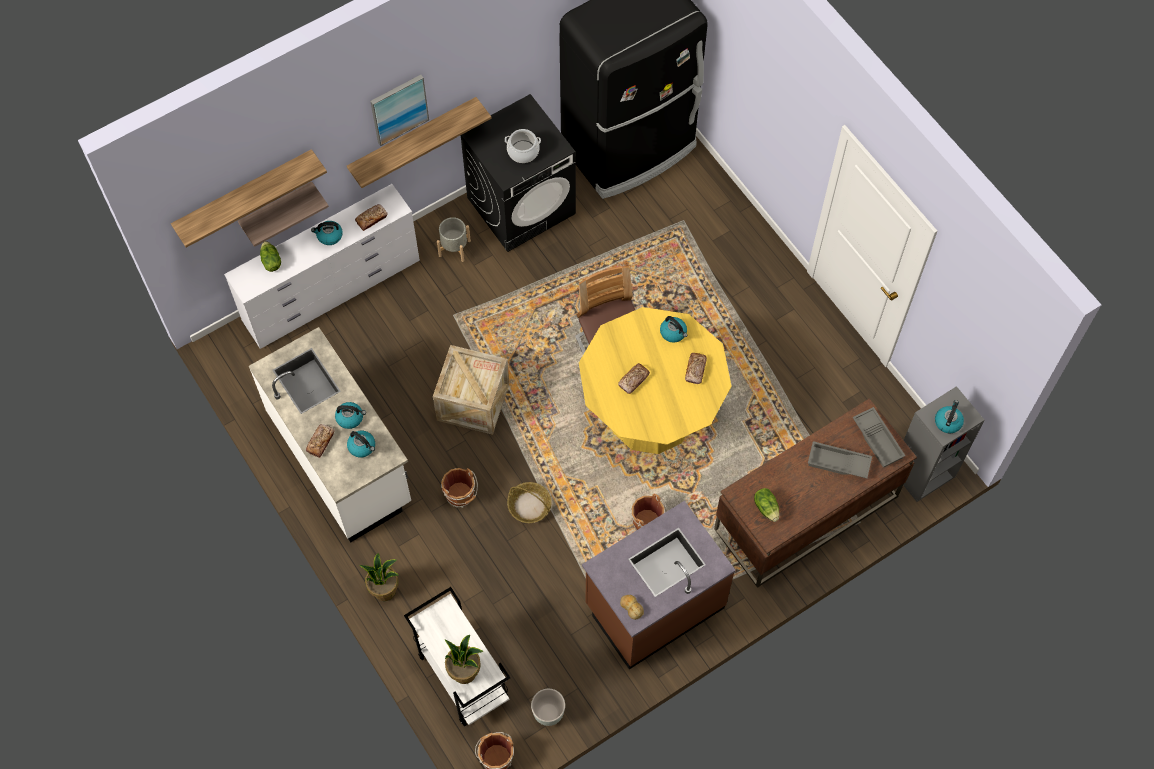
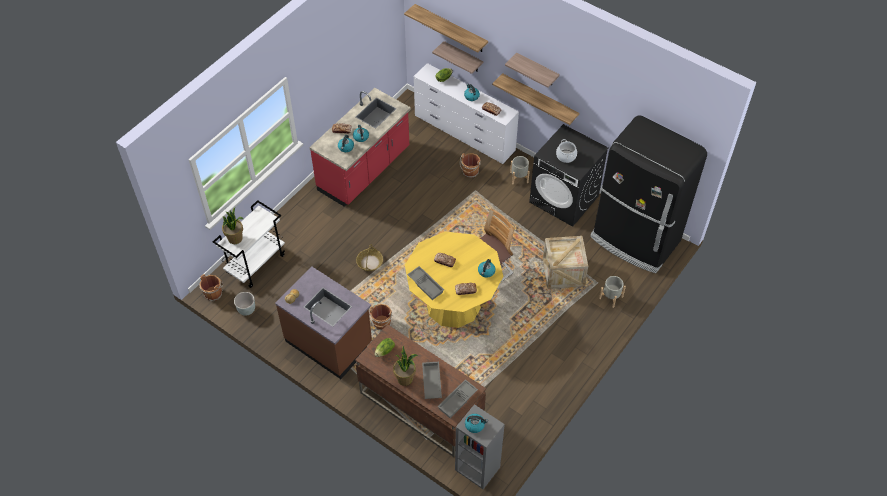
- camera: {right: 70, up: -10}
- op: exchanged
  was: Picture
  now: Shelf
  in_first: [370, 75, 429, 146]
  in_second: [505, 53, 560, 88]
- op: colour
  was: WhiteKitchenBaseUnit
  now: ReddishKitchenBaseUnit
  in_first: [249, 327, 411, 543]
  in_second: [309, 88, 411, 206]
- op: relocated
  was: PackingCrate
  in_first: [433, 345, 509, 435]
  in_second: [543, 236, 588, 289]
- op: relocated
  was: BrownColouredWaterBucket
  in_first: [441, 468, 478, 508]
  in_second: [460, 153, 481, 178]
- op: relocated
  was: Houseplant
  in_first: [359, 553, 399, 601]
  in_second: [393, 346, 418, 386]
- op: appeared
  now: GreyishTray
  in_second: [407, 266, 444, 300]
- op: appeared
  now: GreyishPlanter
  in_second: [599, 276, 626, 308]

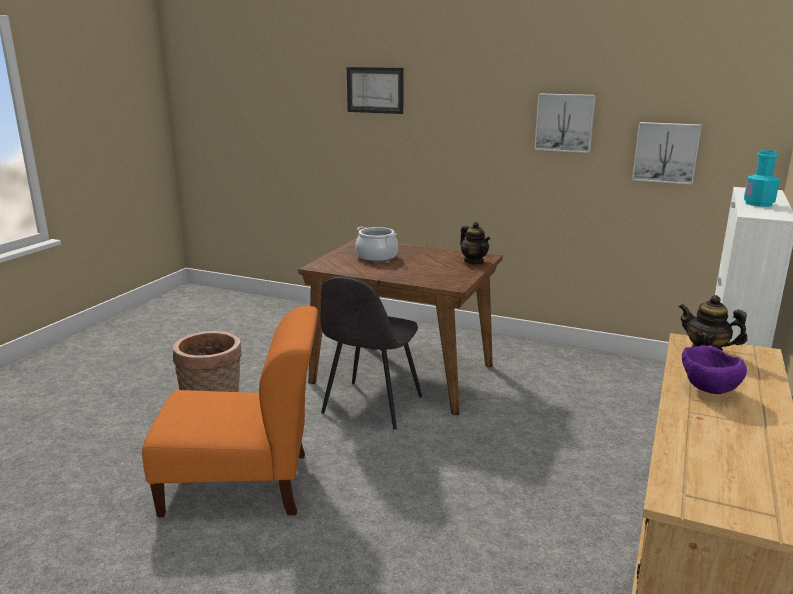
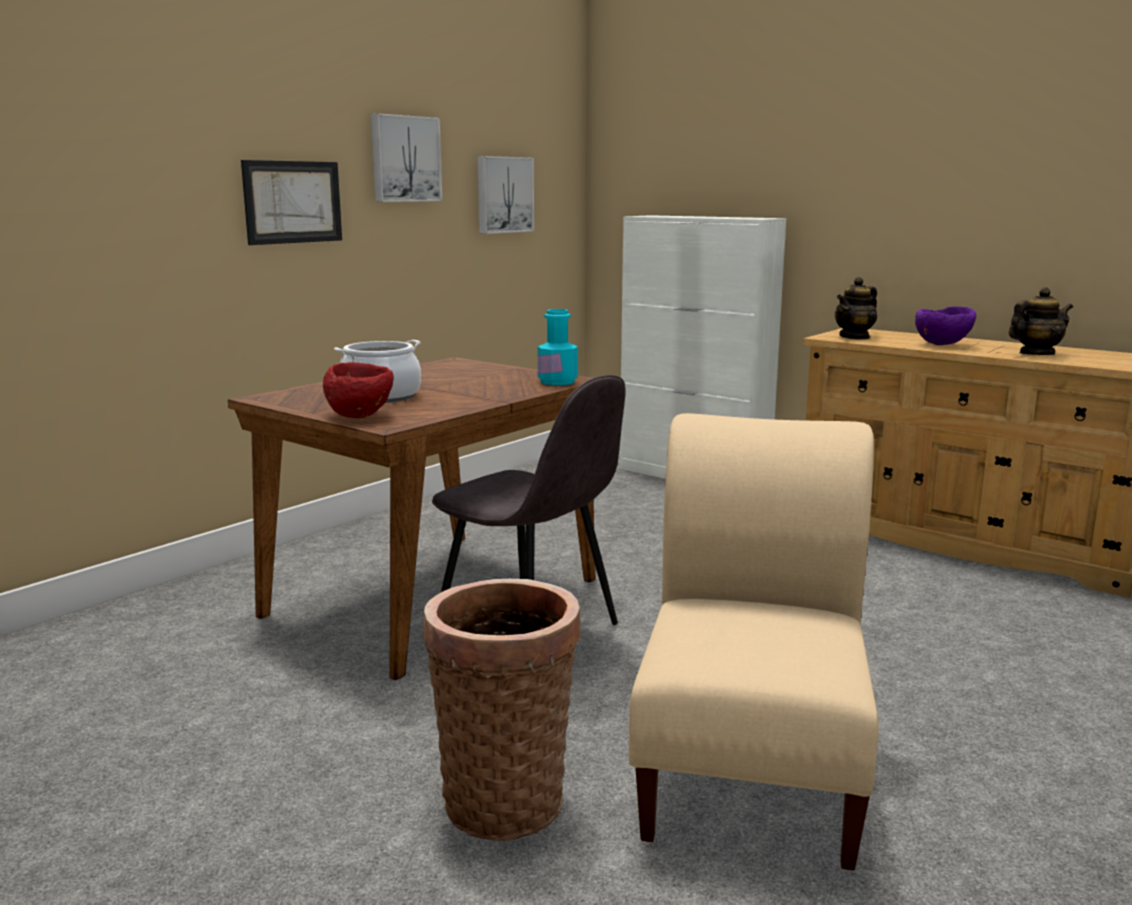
- camera: {right: -75, up: -5}
- op: relocated
  was: Picture
  in_first: [347, 67, 404, 114]
  in_second: [241, 160, 342, 245]
- op: relocated
  was: TurquoiseDrinkBottle
  in_first: [744, 150, 780, 207]
  in_second: [538, 309, 578, 385]
- op: relocated
  was: PotForTea
  in_first: [460, 222, 490, 264]
  in_second: [1009, 287, 1073, 355]
- op: colour
  was: OrangeUprightChair
  now: BeigeUprightChair
  in_first: [142, 306, 318, 517]
  in_second: [629, 413, 879, 871]
- op: appeared
  now: ReddishDeepDish
  in_second: [323, 362, 394, 418]

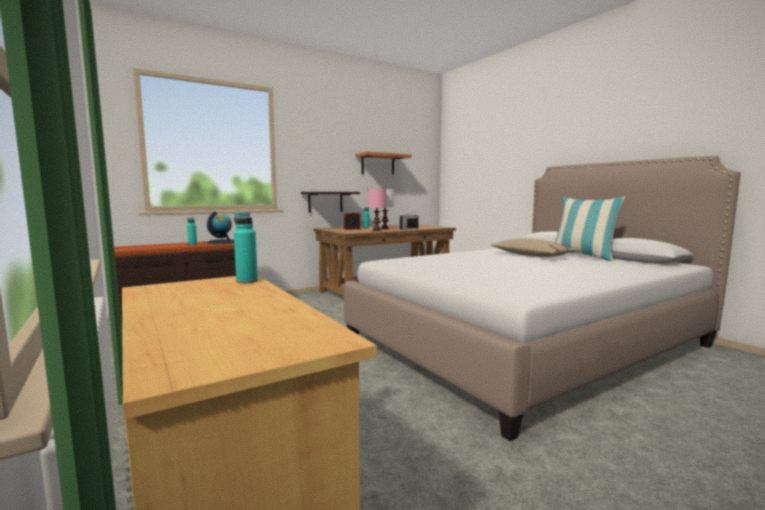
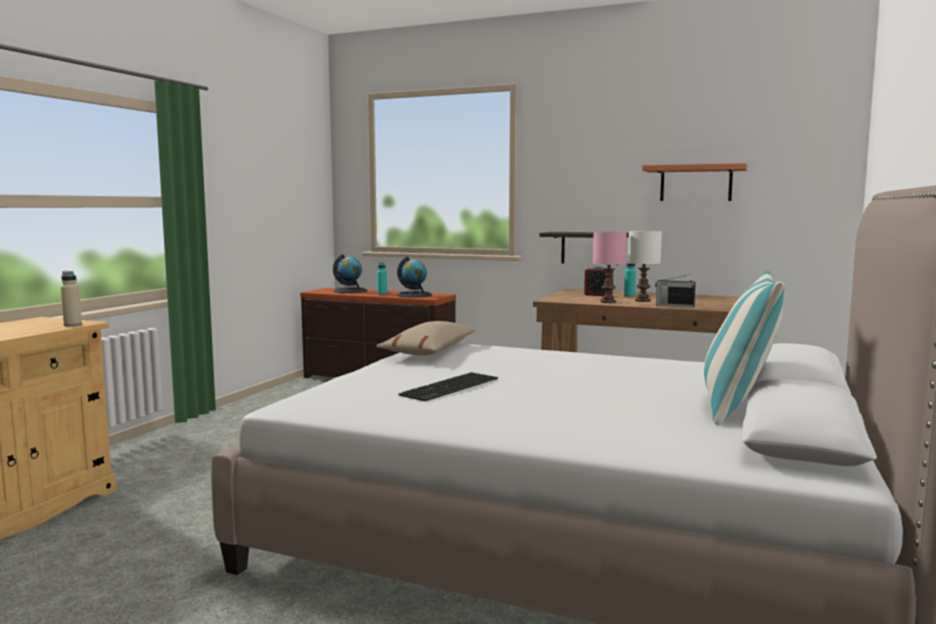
- camera: {right: 55, up: 0}
- op: colour
  was: TurquoiseDrinkBottle
  now: BeigeDrinkBottle
  in_first: [234, 212, 258, 283]
  in_second: [61, 271, 82, 326]
- op: relocated
  was: BeigeThrowPillow
  in_first: [490, 238, 575, 257]
  in_second: [376, 321, 476, 356]
- op: appeared
  now: WorldGlobe
  in_second: [333, 254, 367, 293]
- op: appeared
  now: ComputerKeyboard
  in_second: [398, 372, 498, 401]

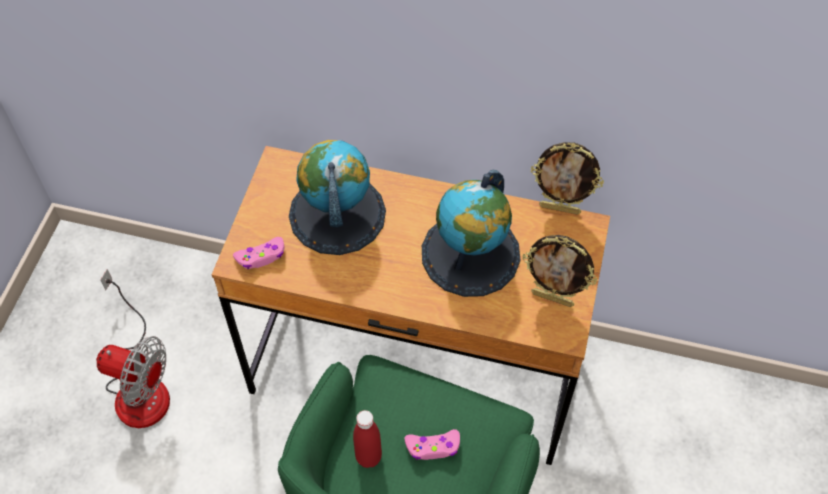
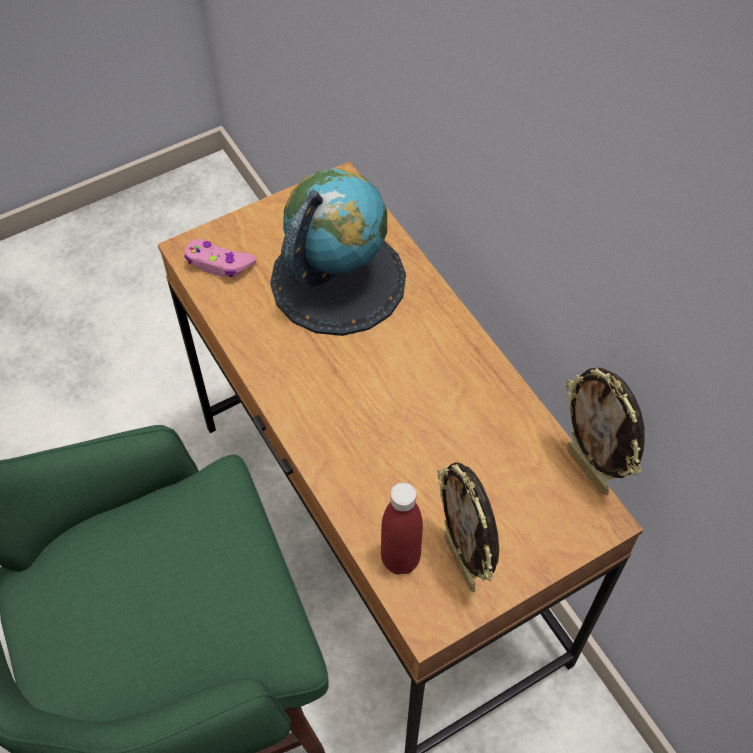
- camera: {right: 45, up: 0}
- op: missing
  was: WorldGlobe
  in_first: [422, 170, 520, 297]
- op: missing
  was: CoolingFan
  in_first: [96, 269, 170, 428]
- op: relocated
  was: ReddishDrinkBottle
  in_first: [353, 410, 382, 468]
  in_second: [381, 482, 423, 574]
- op: missing
  was: PinkishGamepad
  in_first: [405, 429, 460, 460]

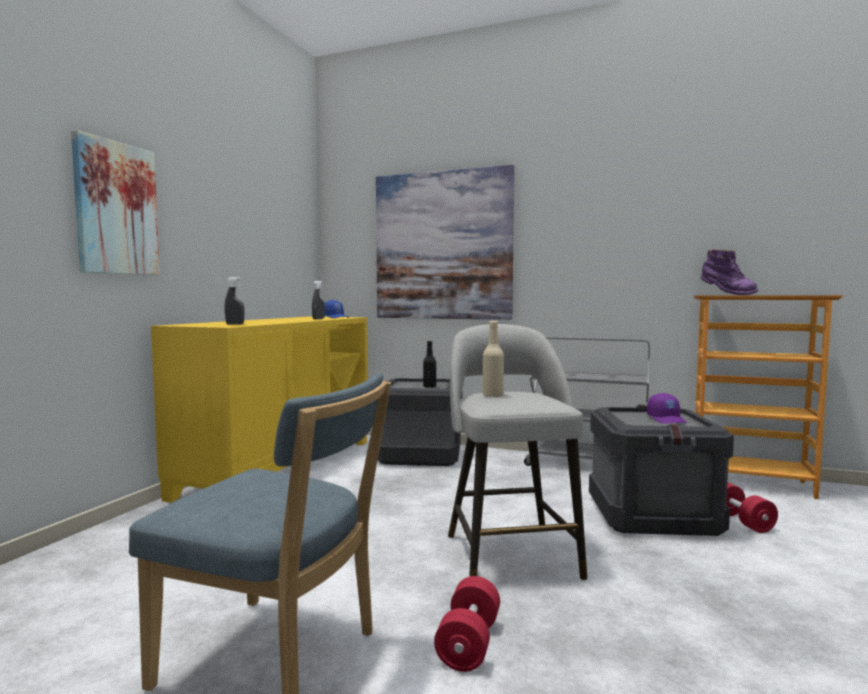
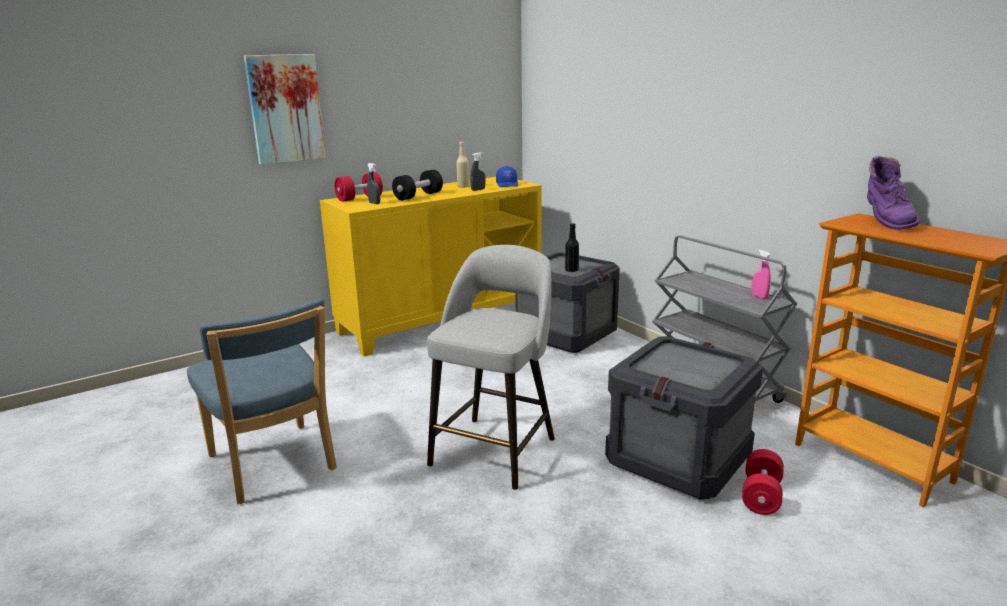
- camera: {right: 35, up: 15}
- op: missing
  was: Picture
  in_first: [376, 164, 514, 320]
- op: relocated
  was: BeigeDrinkBottle
  in_first: [483, 321, 504, 397]
  in_second: [456, 141, 470, 187]
- op: missing
  was: PurplishPeakedCap
  in_first: [647, 393, 687, 424]
- op: relocated
  was: ReddishHandWeight
  in_first: [434, 576, 500, 672]
  in_second: [334, 172, 383, 202]
- op: appeared
  now: BlackishHandWeight
  in_second: [392, 170, 443, 200]
- op: appeared
  now: PinkishSprayer
  in_second: [751, 249, 771, 299]

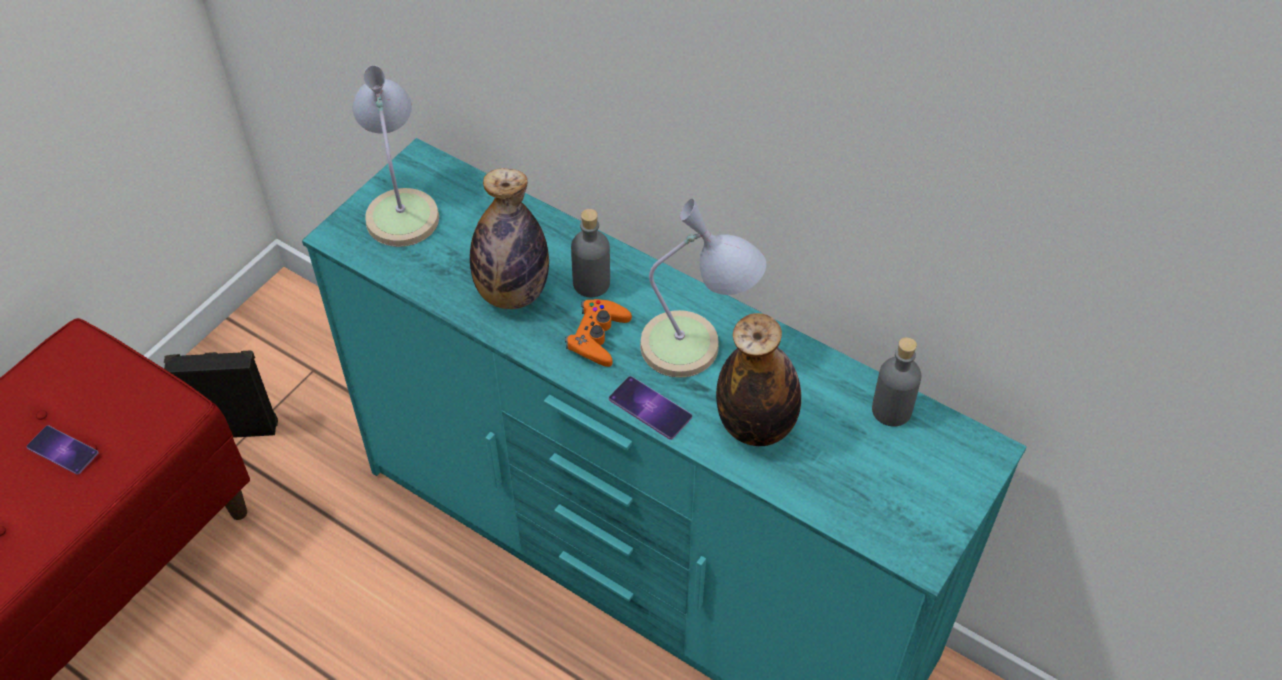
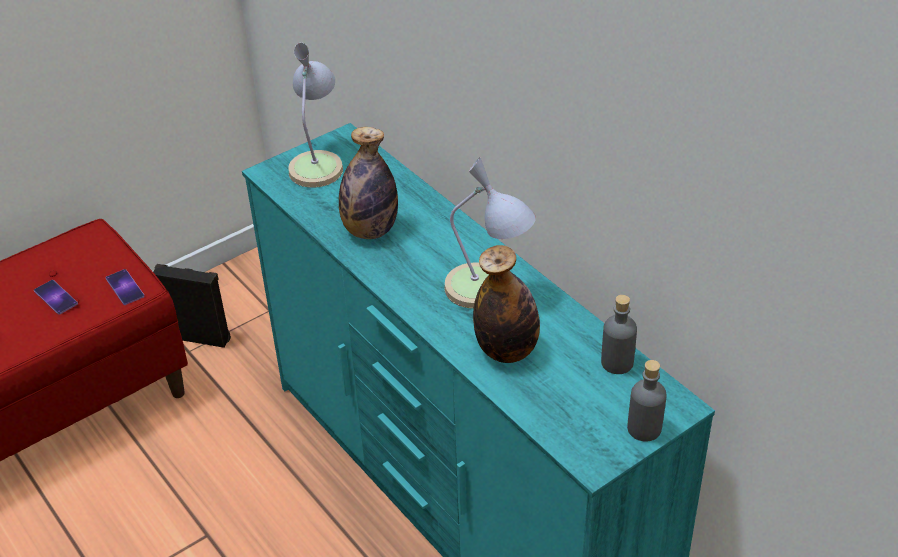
- camera: {right: 20, up: -10}
- op: relocated
  was: GreyishDrinkBottle
  in_first: [571, 209, 610, 297]
  in_second: [627, 360, 667, 441]
- op: missing
  was: OrangeGamepad
  in_first: [565, 299, 632, 367]
- op: relocated
  was: Handset
  in_first: [609, 376, 692, 440]
  in_second: [105, 269, 145, 305]

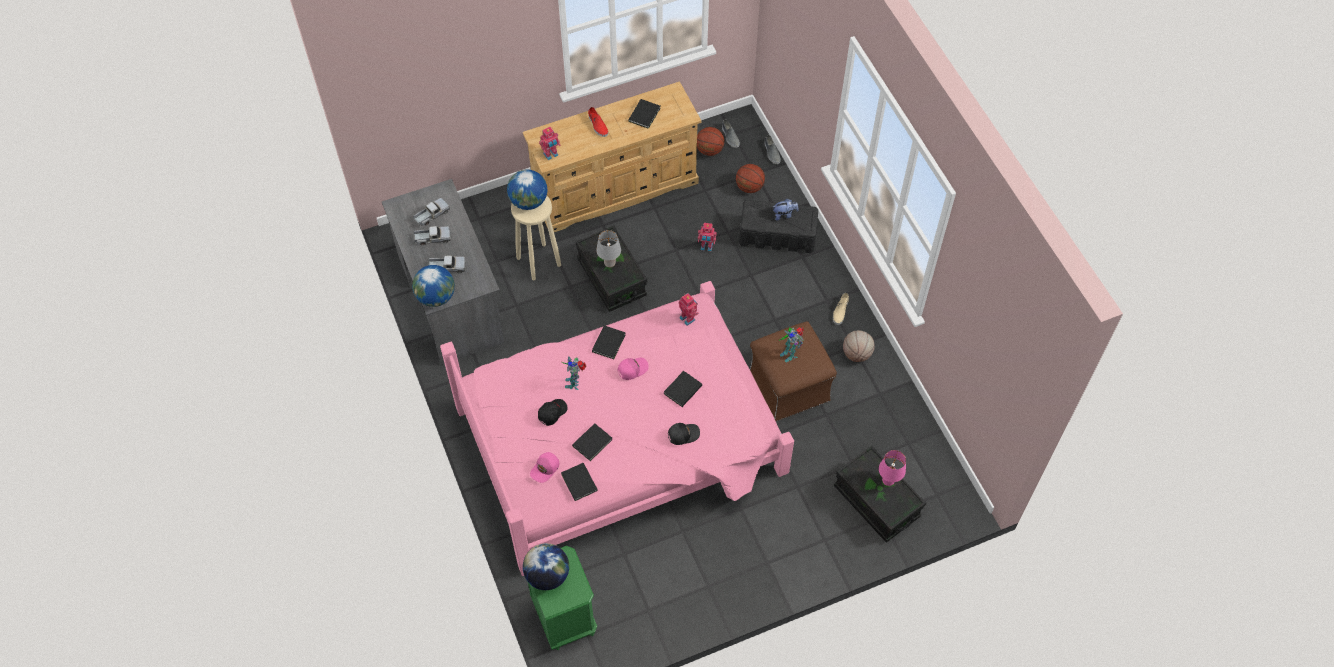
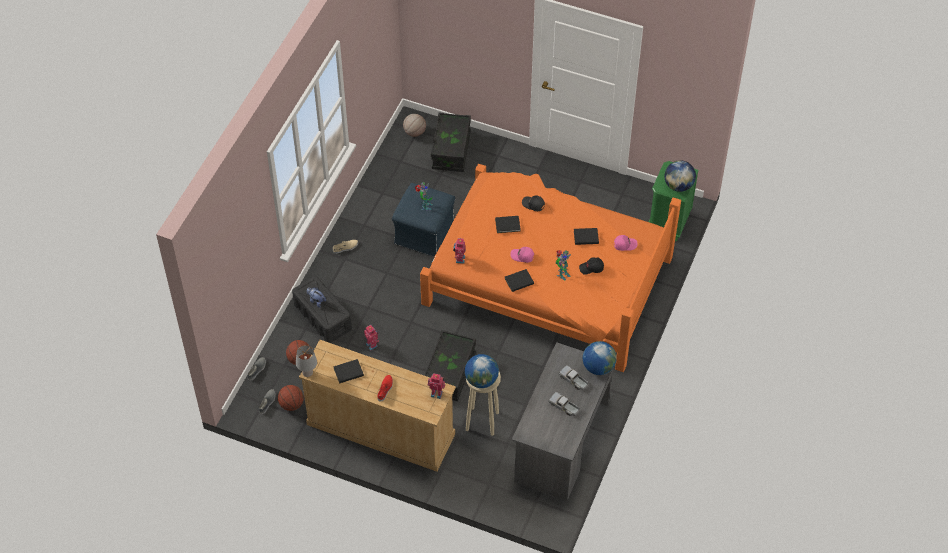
- camera: {right: -135, up: -5}
- op: missing
  was: ToyTruck
  in_first: [413, 198, 450, 226]
- op: relocated
  was: GreyishTabletopLamp
  in_first: [596, 230, 621, 267]
  in_second: [296, 345, 317, 377]
- op: colour
  was: PinkishSleepingBed
  now: OrangeSleepingBed
  in_first: [440, 281, 794, 576]
  in_second: [420, 164, 681, 372]
- op: colour
  was: BrownColouredFootrest
  now: BlueColouredFootrest
  in_first: [750, 321, 837, 421]
  in_second: [392, 183, 455, 257]
- op: relocated
  was: BallForBasketball
  in_first: [843, 330, 875, 362]
  in_second: [403, 114, 426, 137]
- op: missing
  was: PinkishTabletopLamp
  in_first: [879, 450, 906, 486]
- op: missing
  was: BlackishBook
  in_first: [561, 463, 598, 501]

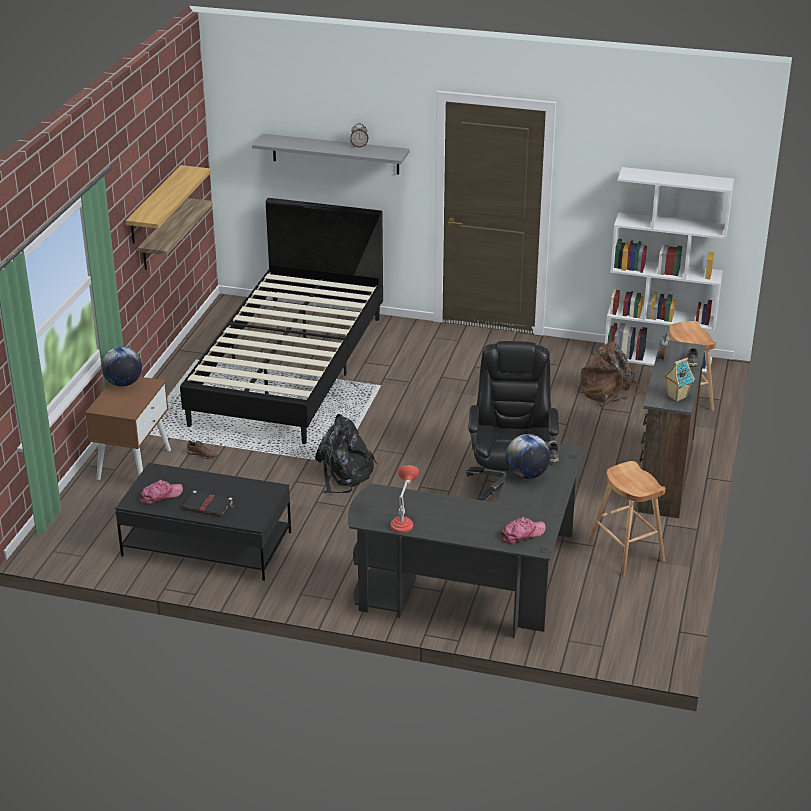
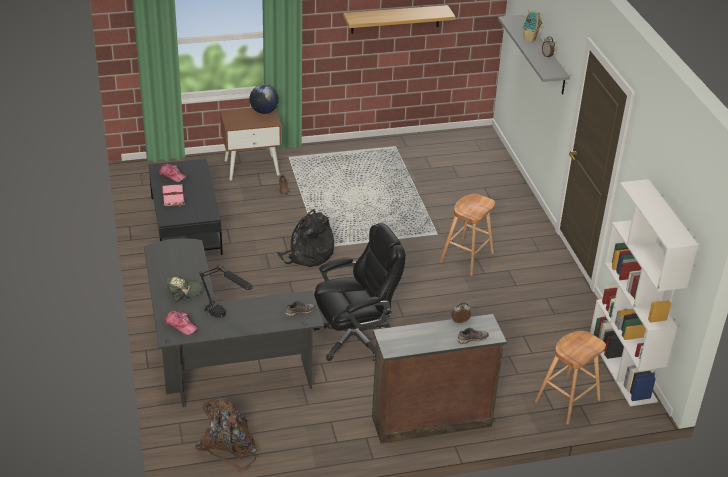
- camera: {right: 60, up: 5}
- op: missing
  was: Shelf
  in_first: [138, 198, 213, 270]
- op: missing
  was: BlackishSleepingBed
  in_first: [180, 198, 383, 444]
- op: relocated
  was: BrownColouredRucksack
  in_first: [580, 341, 647, 406]
  in_second: [195, 399, 257, 473]
- op: relocated
  was: MiniatureHouse
  in_first: [663, 358, 695, 402]
  in_second: [522, 10, 542, 42]
- op: missing
  was: WorldGlobe
  in_first: [506, 434, 550, 479]
- op: relocated
  was: BrownColouredStoolSeat
  in_first: [588, 461, 665, 576]
  in_second: [440, 194, 495, 276]
- op: missing
  was: ReddishTabletopLamp
  in_first: [390, 465, 419, 533]
- op: colour
  was: BlackishBook
  now: PinkishBook
  in_first: [182, 491, 234, 517]
  in_second: [162, 184, 185, 206]
- op: appeared
  now: BlackishTabletopLamp
  in_second: [199, 265, 253, 318]
- op: appeared
  now: PeakedCap
  in_second: [167, 277, 202, 302]

